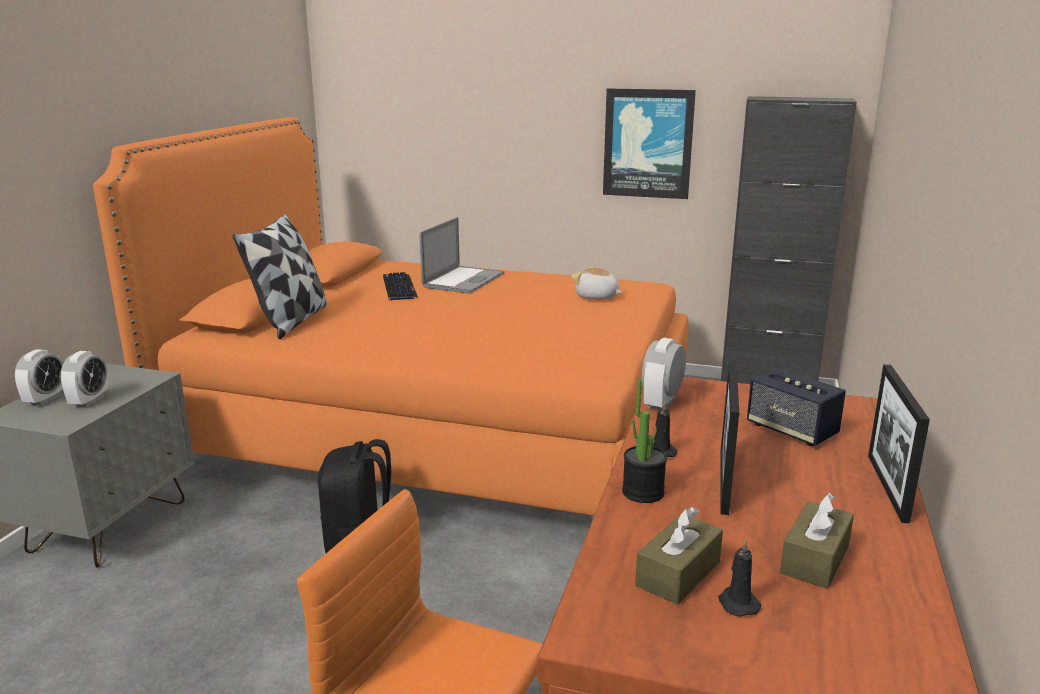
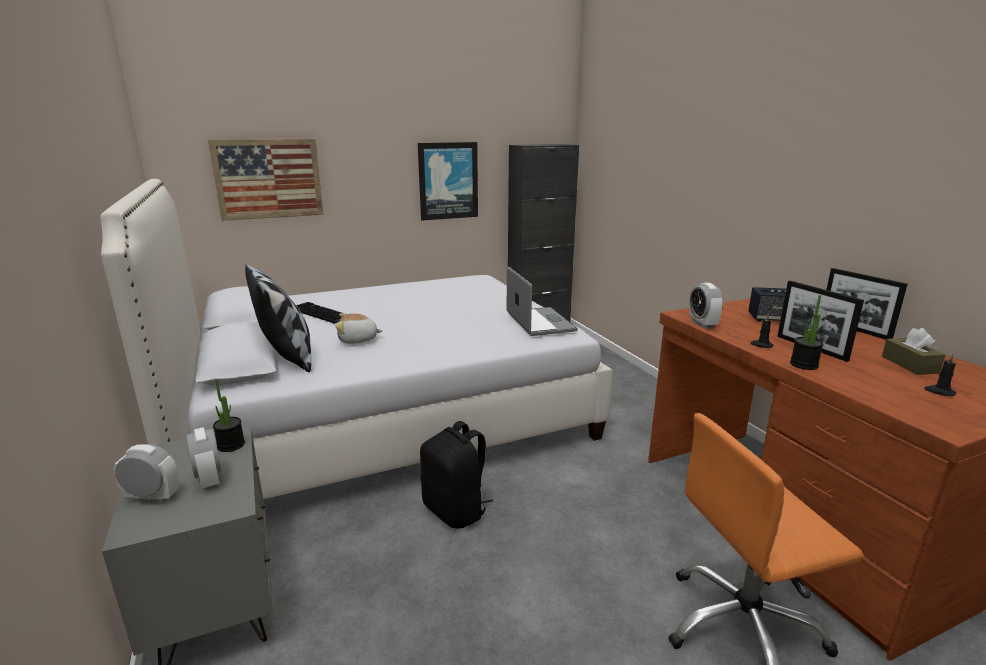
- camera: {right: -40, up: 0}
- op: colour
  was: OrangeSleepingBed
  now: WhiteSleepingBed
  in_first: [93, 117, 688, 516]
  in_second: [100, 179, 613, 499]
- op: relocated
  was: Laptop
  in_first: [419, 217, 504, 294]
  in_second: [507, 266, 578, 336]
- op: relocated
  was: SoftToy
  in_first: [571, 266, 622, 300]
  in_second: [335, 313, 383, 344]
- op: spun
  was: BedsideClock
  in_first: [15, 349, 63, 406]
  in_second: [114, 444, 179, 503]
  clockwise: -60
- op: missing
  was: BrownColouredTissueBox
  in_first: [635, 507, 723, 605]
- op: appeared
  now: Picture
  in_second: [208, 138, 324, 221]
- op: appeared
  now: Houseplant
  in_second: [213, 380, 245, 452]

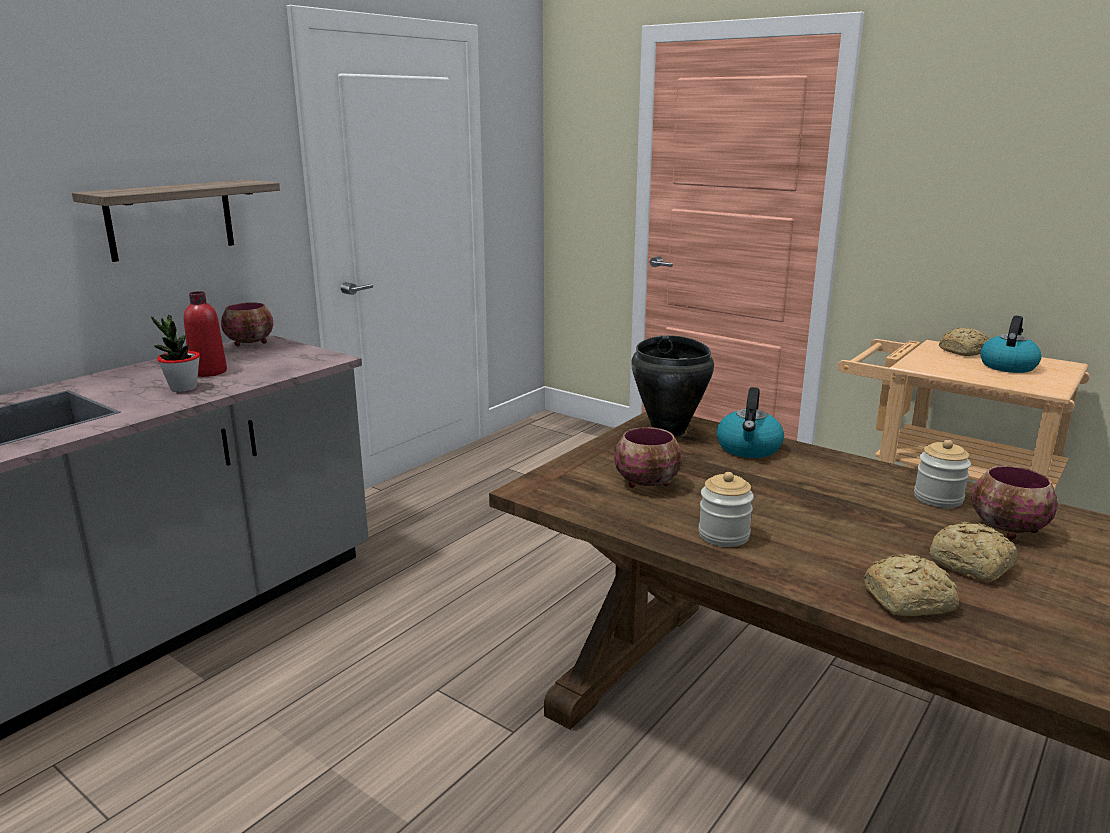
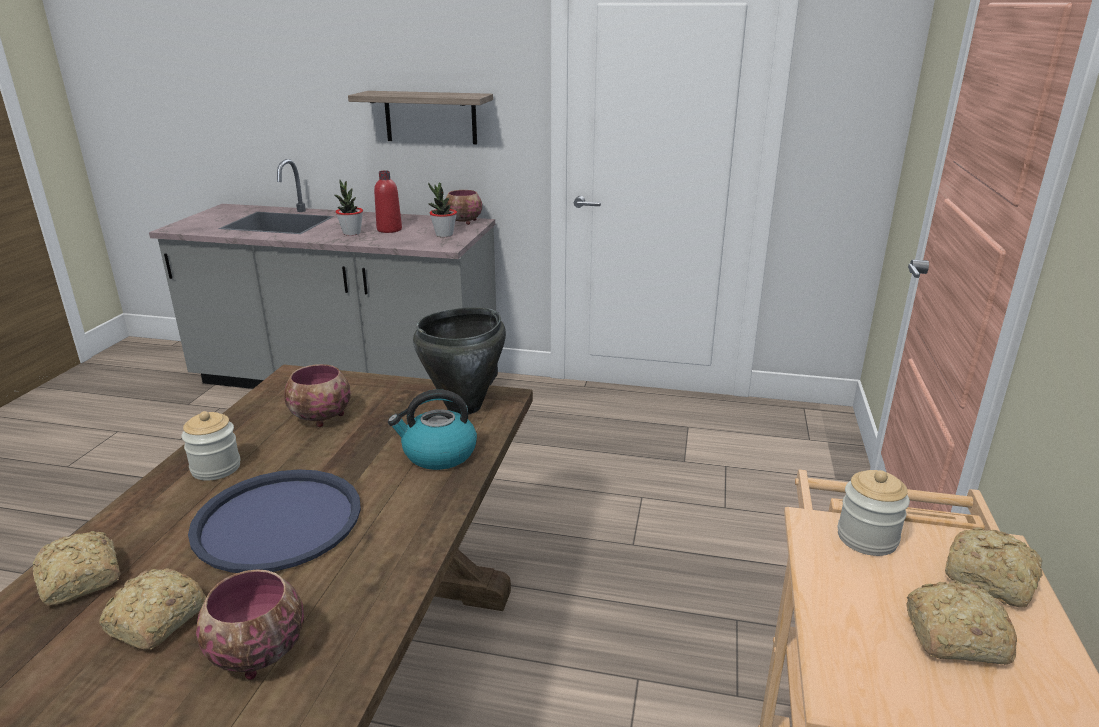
- camera: {right: 65, up: 5}
- op: exchanged
  was: Kettle
  now: BakedBread
  in_first: [980, 315, 1042, 373]
  in_second: [906, 580, 1017, 664]
- op: relocated
  was: StorageJar
  in_first: [914, 440, 971, 508]
  in_second: [838, 470, 910, 556]
- op: appeared
  now: Houseplant
  in_second: [428, 183, 457, 237]
- op: appeared
  now: BlueColouredTray
  in_second: [188, 469, 361, 573]

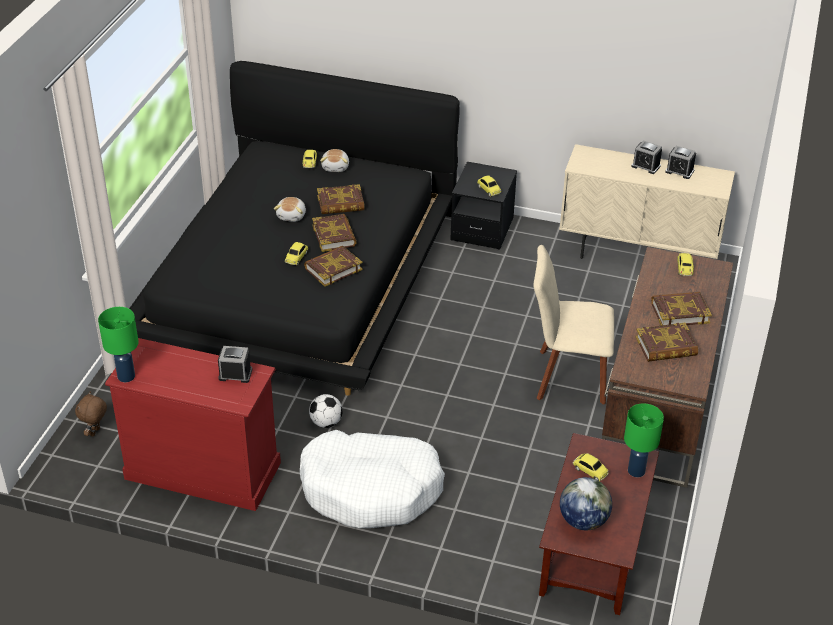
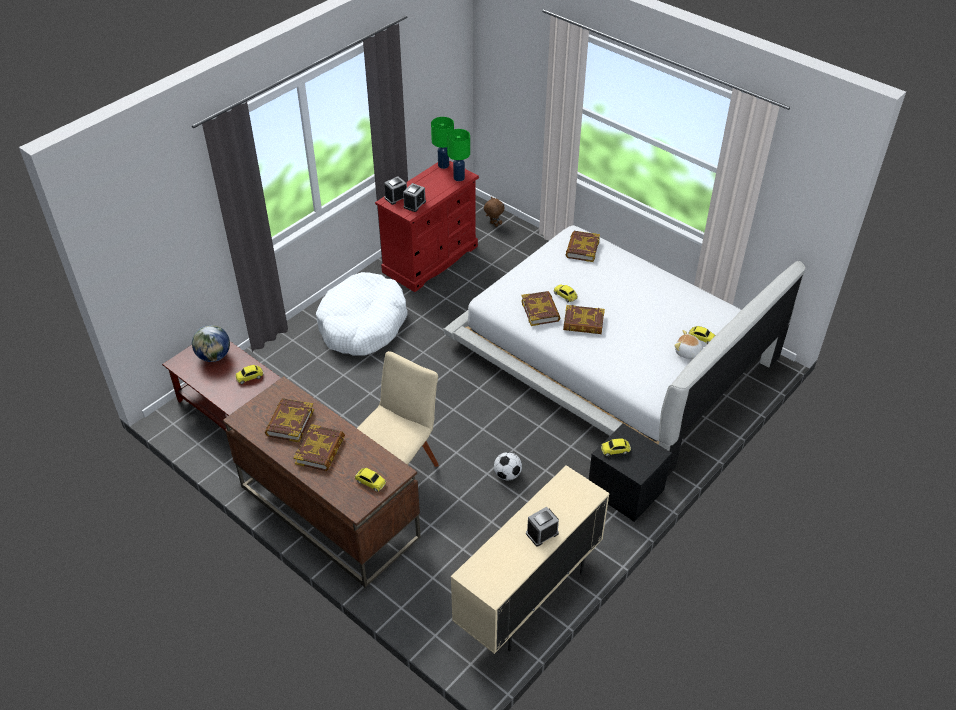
- camera: {right: 115, up: 5}
- op: colour
  was: BlackishSleepingBed
  now: WhiteSleepingBed
  in_first: [129, 61, 460, 396]
  in_second: [443, 225, 806, 477]
- op: relocated
  was: BedsideClock
  in_first: [665, 146, 696, 179]
  in_second: [384, 176, 407, 205]
- op: relocated
  was: Book
  in_first: [317, 184, 364, 214]
  in_second: [566, 231, 600, 262]
- op: missing
  was: SoftToy
  in_first: [274, 197, 306, 222]
- op: relocated
  was: Football
  in_first: [309, 394, 343, 428]
  in_second: [494, 452, 522, 480]
- op: relocated
  was: GreenishTabletopLamp
  in_first: [624, 403, 664, 477]
  in_second: [447, 129, 470, 181]

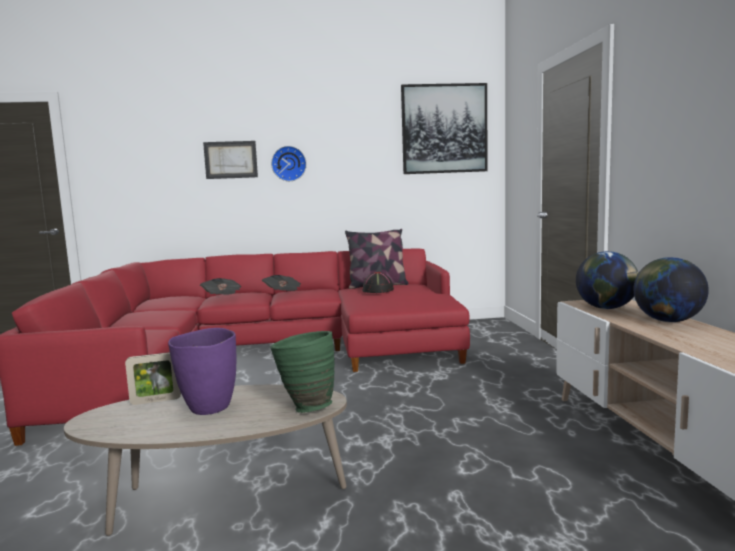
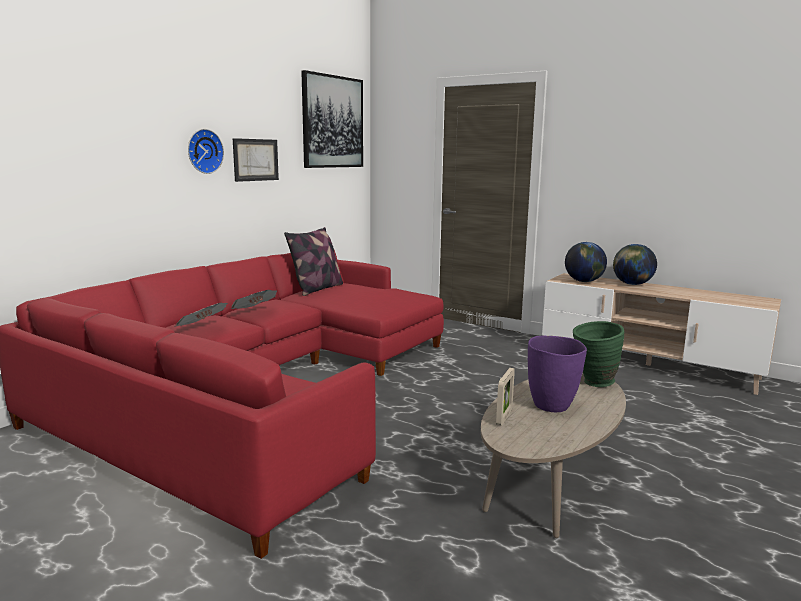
- camera: {right: -50, up: 5}
- op: relocated
  was: Picture
  in_first: [203, 141, 258, 179]
  in_second: [233, 138, 279, 182]
- op: missing
  was: BlackishClothingHat
  in_first: [362, 272, 394, 293]

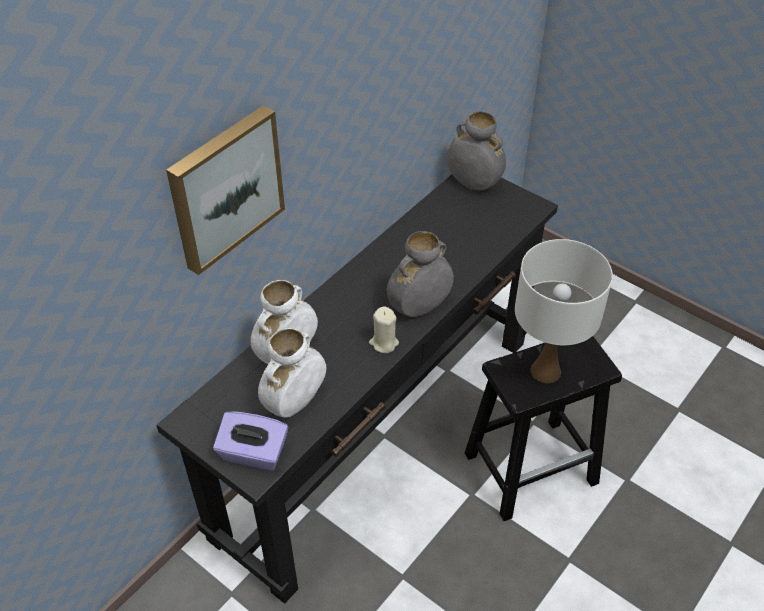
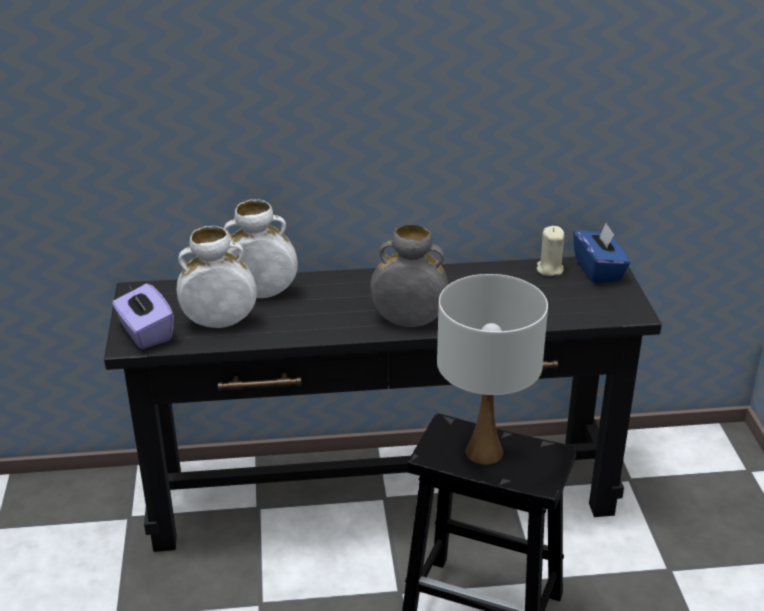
- camera: {right: 45, up: -15}
- op: missing
  was: Picture
  in_first: [166, 105, 285, 275]
- op: exchanged
  was: GreyishVase
  now: BlueColouredTissueBox
  in_first: [447, 111, 506, 190]
  in_second: [573, 223, 630, 284]
- op: relocated
  was: BeigeWaxCandle
  in_first: [369, 307, 399, 353]
  in_second: [537, 226, 565, 276]

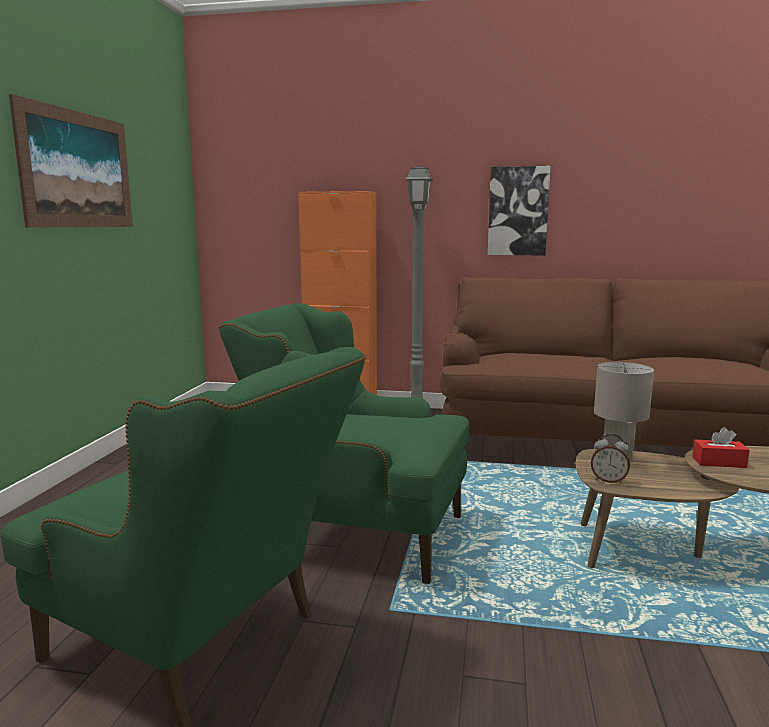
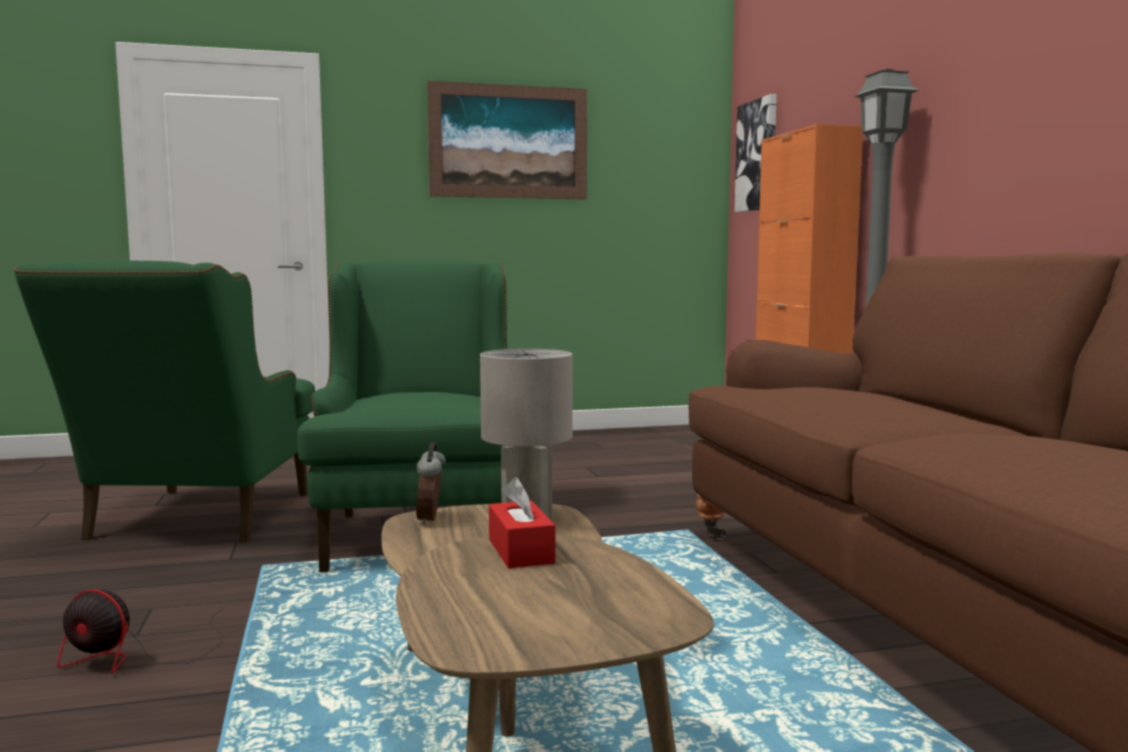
- camera: {right: 65, up: -5}
- op: relocated
  was: Picture
  in_first: [488, 166, 550, 255]
  in_second: [735, 94, 777, 212]
- op: appeared
  now: CoolingFan
  in_second: [57, 590, 224, 674]

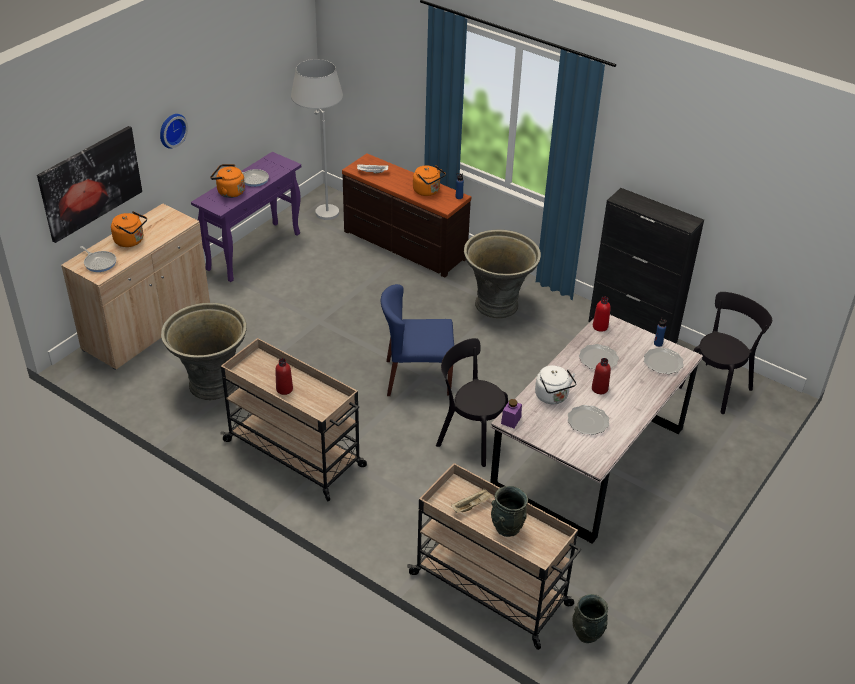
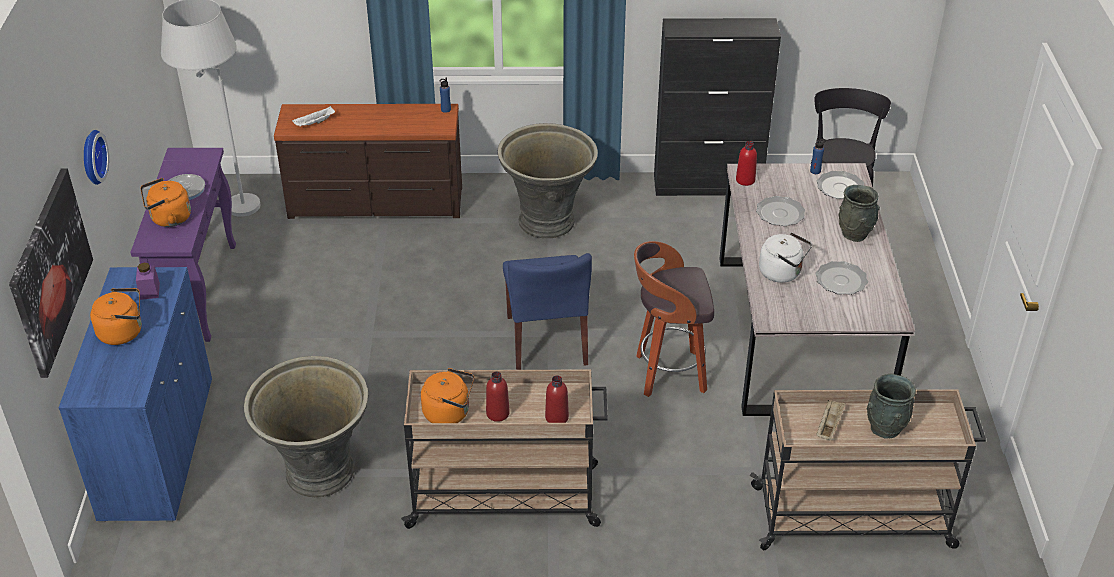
- camera: {right: -35, up: 0}
- op: relocated
  was: OrangeKettle
  in_first: [413, 165, 446, 196]
  in_second: [421, 368, 474, 423]
- op: colour
  was: BeigeCabinet
  now: BlueColouredCabinet
  in_first: [61, 203, 210, 370]
  in_second: [59, 267, 212, 523]
- op: missing
  was: Skillet
  in_first: [80, 246, 116, 272]
- op: spun
  was: BlueColouredUprightChair
  in_first: [381, 284, 454, 396]
  in_second: [503, 253, 592, 370]
  clockwise: -60
- op: exchanged
  was: BlackishUprightChair
  now: StoolSeat
  in_first: [436, 338, 508, 467]
  in_second: [634, 241, 714, 397]
- op: relocated
  was: ReddishDrinkBottle
  in_first: [592, 358, 611, 394]
  in_second: [545, 376, 569, 423]
- op: relocated
  was: PurplishStorageJar
  in_first: [501, 399, 522, 428]
  in_second: [136, 263, 160, 300]
- op: relocated
  was: GreyishVase
  in_first: [572, 594, 608, 643]
  in_second: [839, 185, 880, 242]

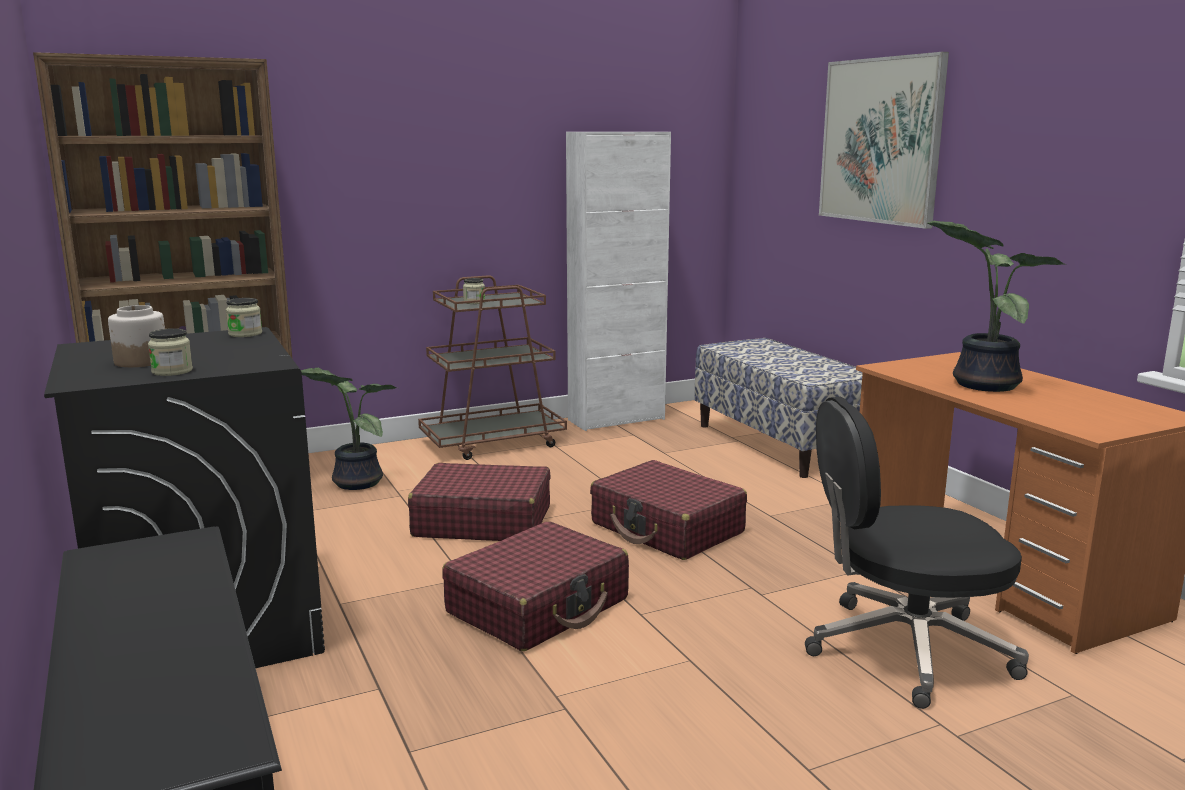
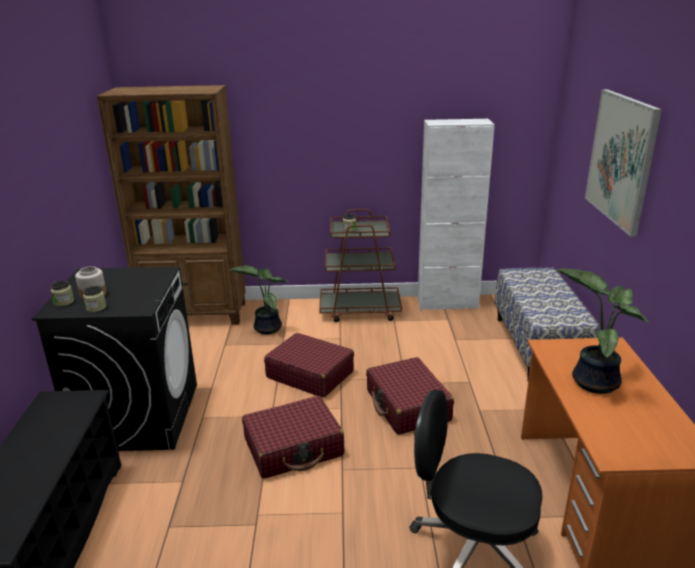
- camera: {right: 25, up: 10}
- op: relocated
  was: StorageJar
  in_first: [226, 298, 262, 337]
  in_second: [51, 281, 74, 306]

